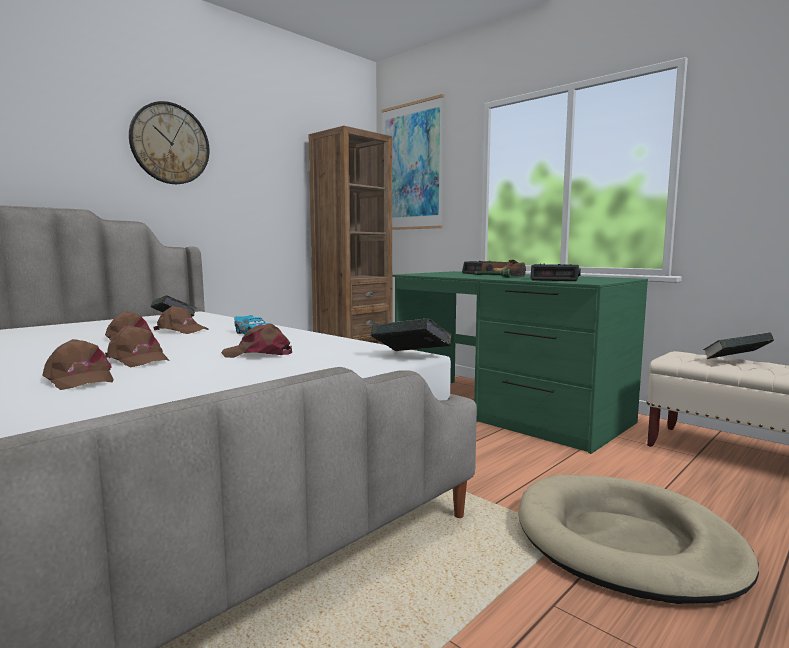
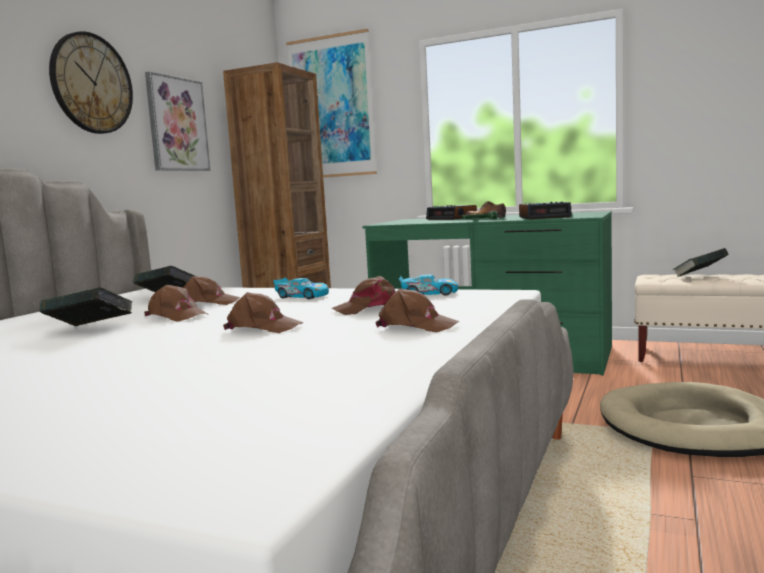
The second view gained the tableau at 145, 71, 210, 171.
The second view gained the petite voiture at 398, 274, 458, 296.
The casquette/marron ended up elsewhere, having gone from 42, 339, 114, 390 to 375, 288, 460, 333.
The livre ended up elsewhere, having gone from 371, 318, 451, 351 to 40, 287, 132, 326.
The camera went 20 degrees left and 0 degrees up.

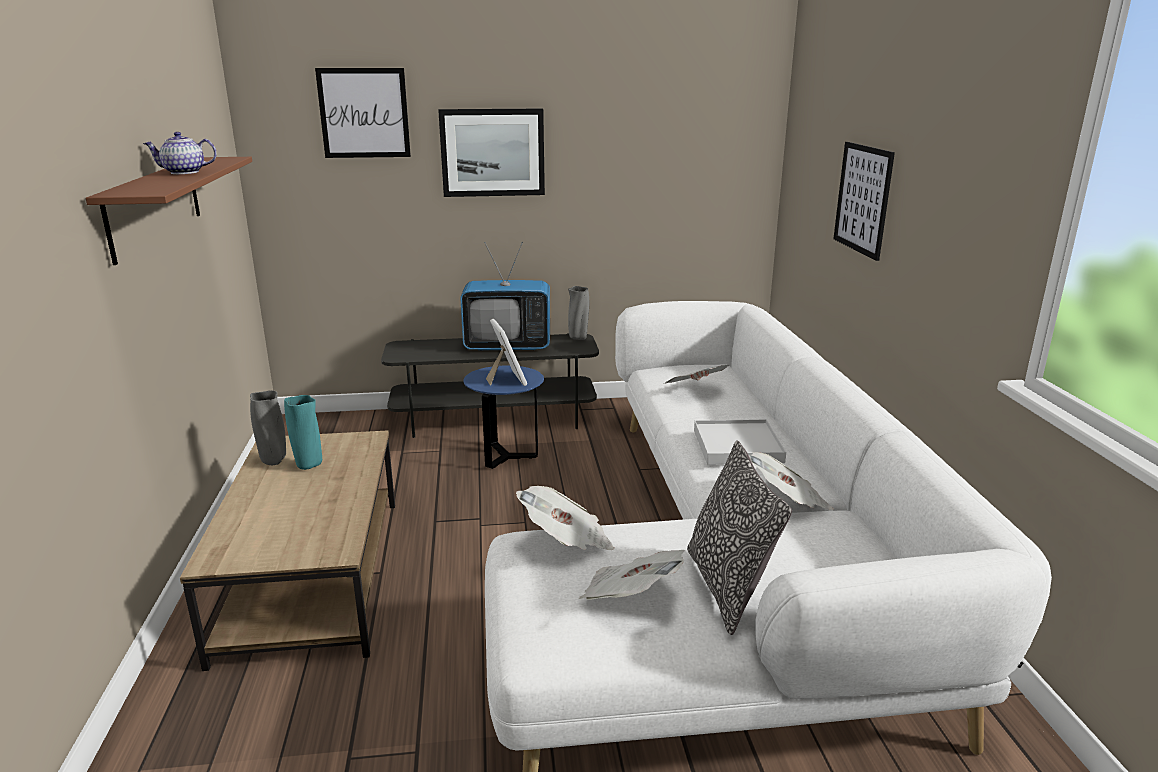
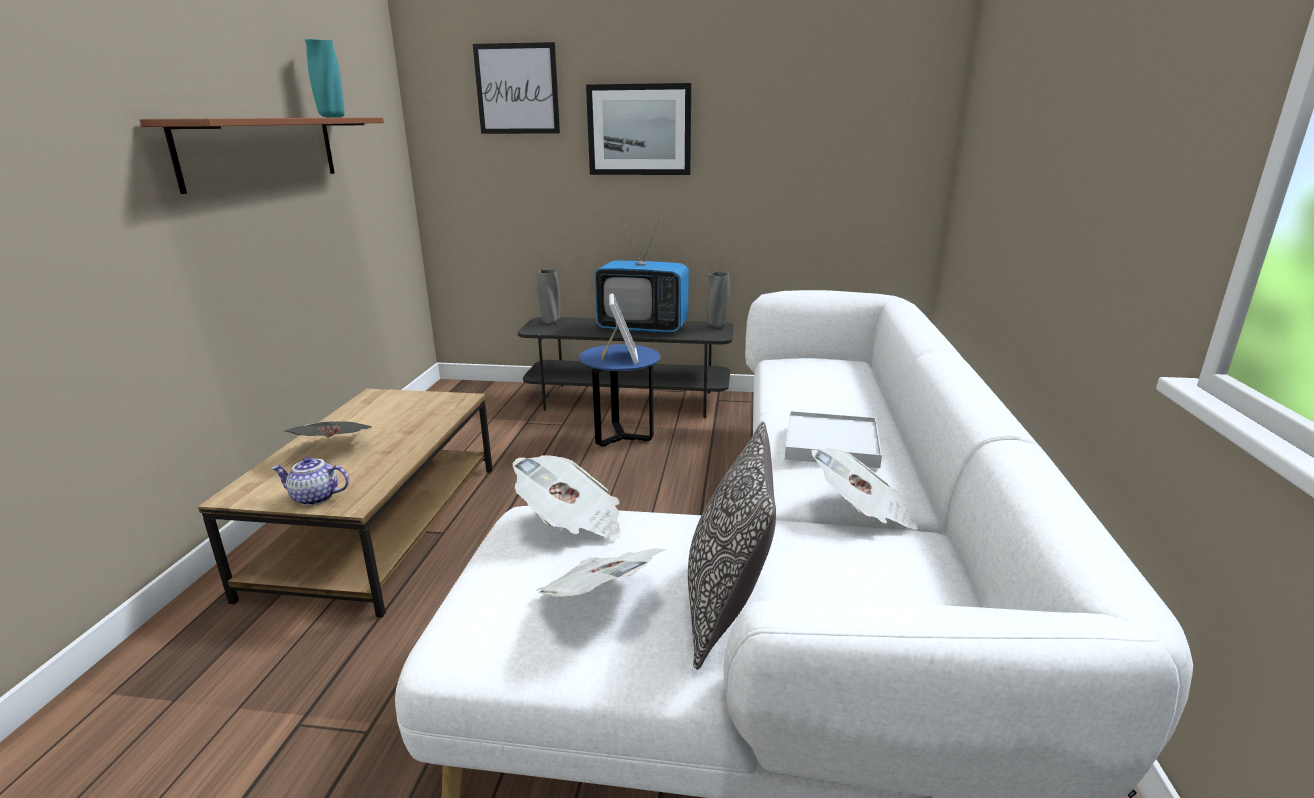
The second view lost the tableau at 833, 142, 895, 261.
The théière ended up elsewhere, having gone from 143, 132, 217, 174 to 272, 457, 349, 506.
The vase/gris ended up elsewhere, having gone from 250, 390, 286, 465 to 538, 269, 560, 324.
The vase/turquoise ended up elsewhere, having gone from 284, 395, 322, 470 to 305, 39, 345, 117.
The journal ended up elsewhere, having gone from 663, 365, 730, 384 to 282, 422, 372, 437.
The camera went 15 degrees right and 0 degrees up.

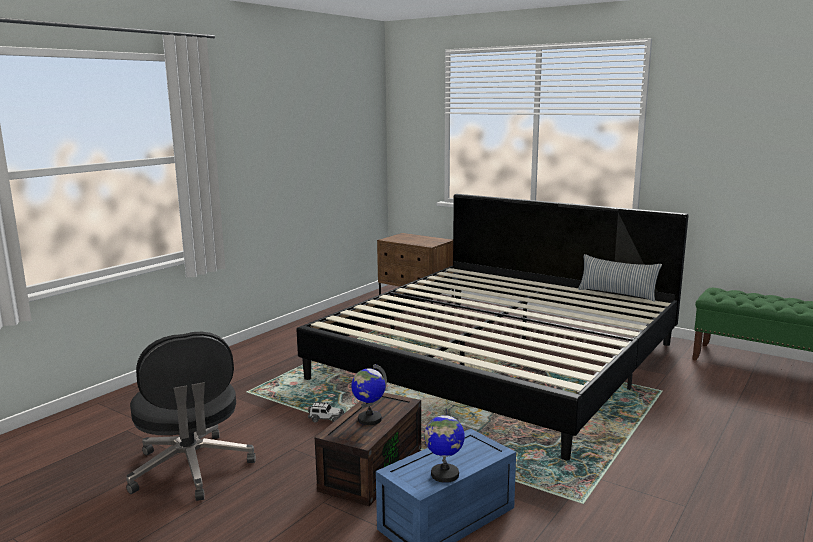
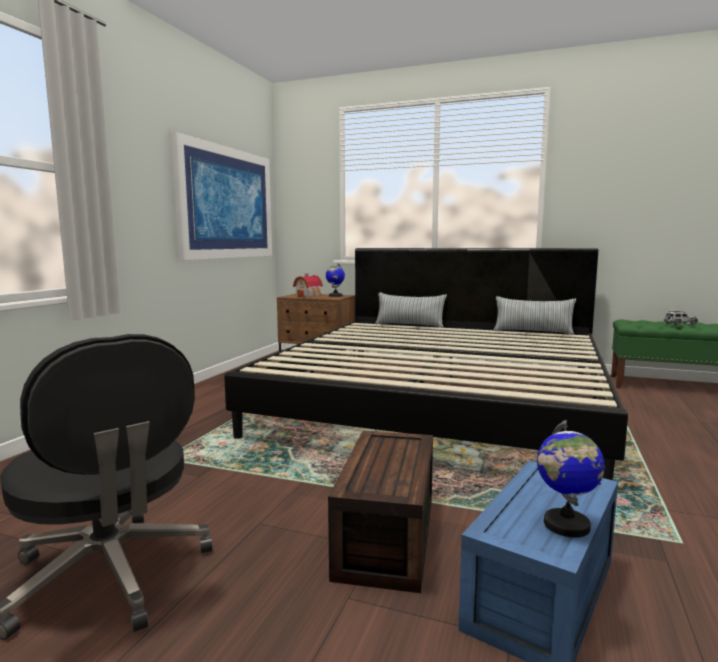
The second view gained the tableau at 171, 132, 272, 260.
The second view gained the maison miniature at 293, 274, 323, 297.
The second view gained the coussin at 375, 292, 447, 328.
The petite voiture ended up elsewhere, having gone from 308, 402, 344, 423 to 664, 311, 698, 326.
The globe ended up elsewhere, having gone from 351, 364, 387, 425 to 326, 263, 345, 297.
The camera went 15 degrees left and 5 degrees down.

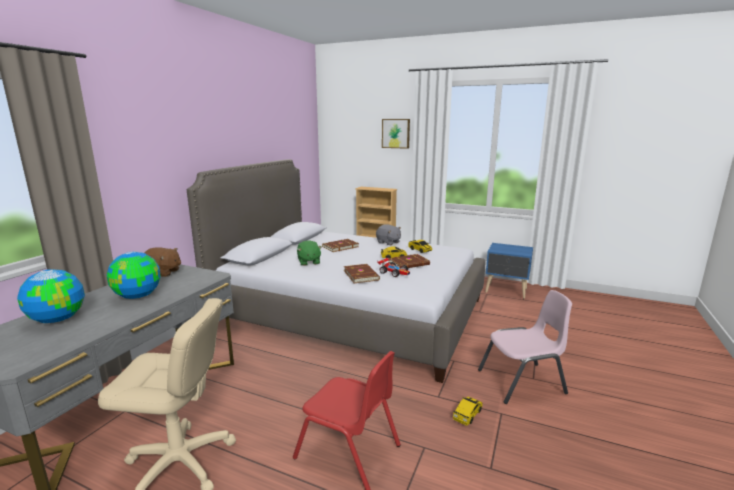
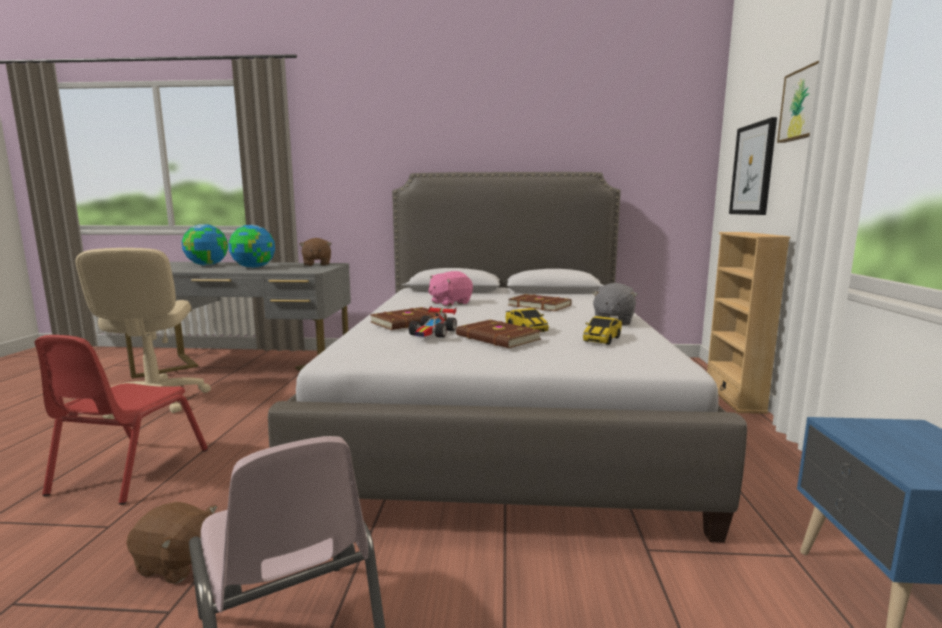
The second view gained the tableau at 729, 117, 777, 215.
Where the petite voiture stood at 453, 397, 483, 426, the peluche/marron came to stand at 126, 502, 217, 584.
What was the peluche/vert at 297, 240, 322, 266 turned into the peluche/rose at 428, 271, 473, 306.
The camera went 70 degrees right and 5 degrees down.

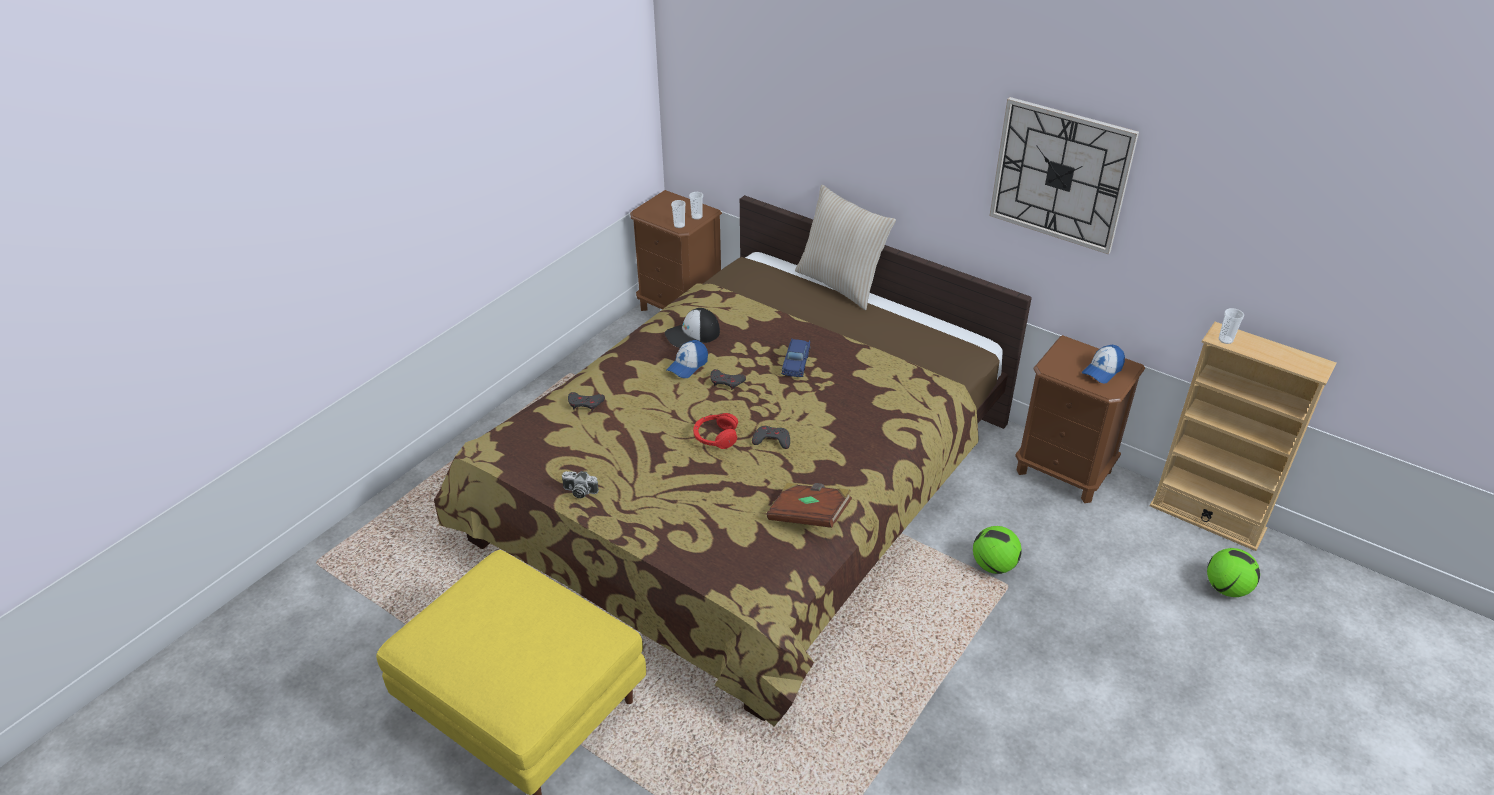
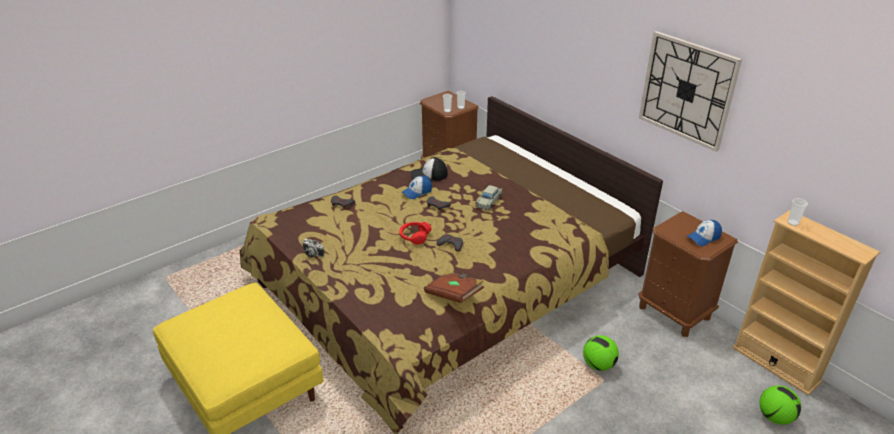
The second view lost the coussin/beige at 795, 185, 896, 310.
What was the petite voiture/bleu at 781, 338, 810, 378 turned into the petite voiture/beige at 475, 185, 502, 210.
The camera went 15 degrees right and 5 degrees down.

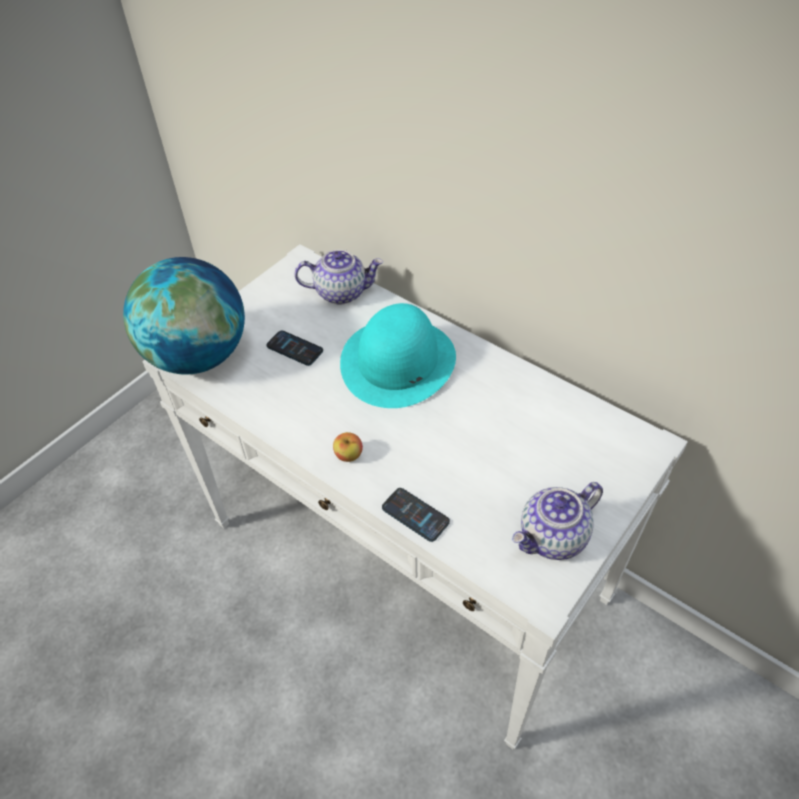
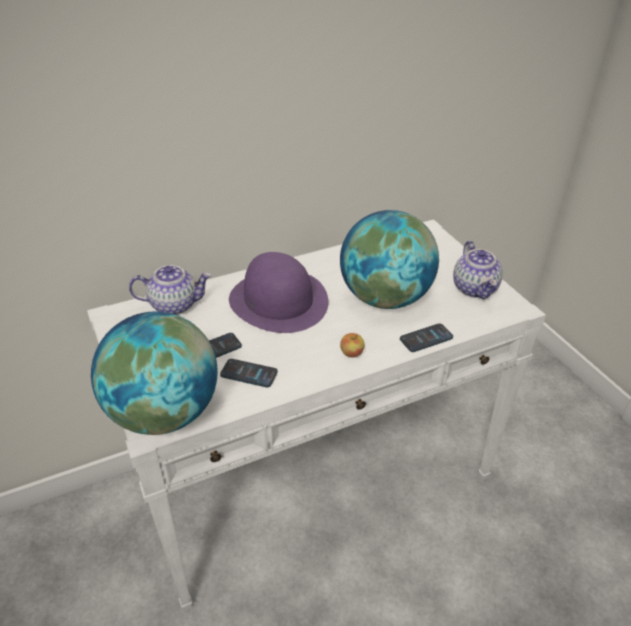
The second view gained the téléphone at 220, 359, 278, 387.
The second view gained the globe at 340, 210, 439, 309.
What was the chapeau/turquoise at 340, 303, 456, 408 turned into the chapeau/violet at 229, 252, 329, 333.
The théière at 295, 249, 383, 305 ended up facing another way, 60 degrees clockwise from before.
The camera went 65 degrees left and 10 degrees down.

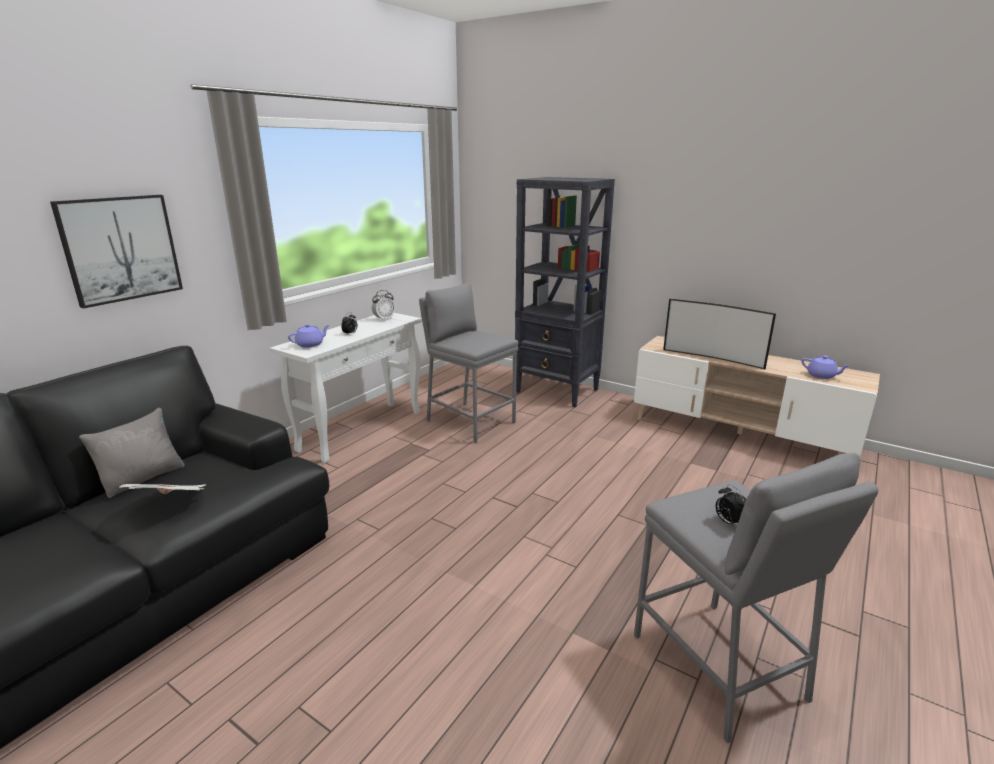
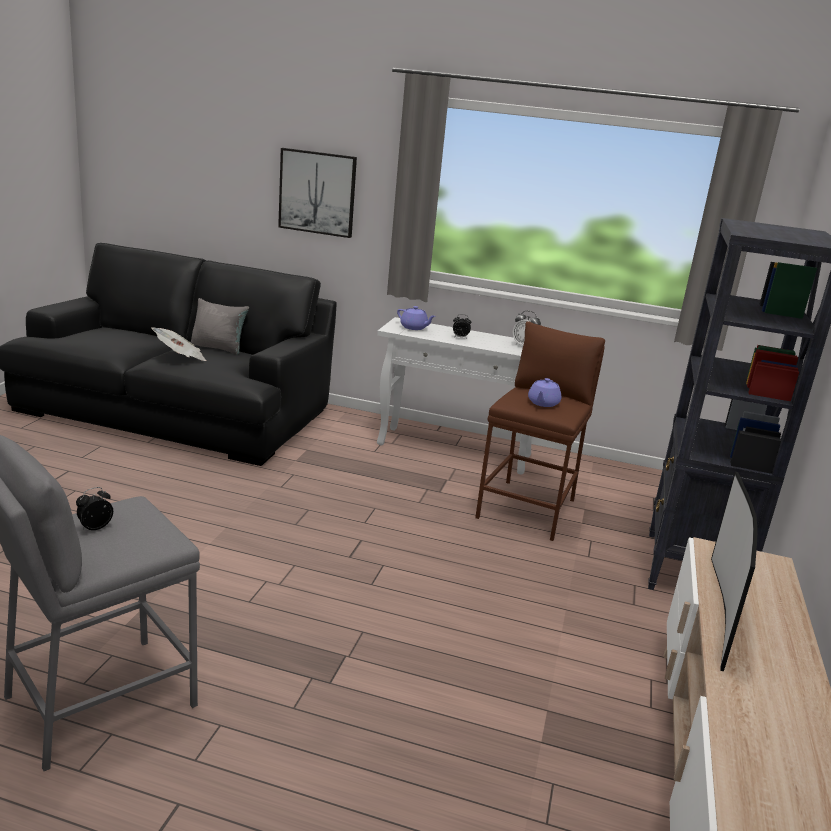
The théière/violet ended up elsewhere, having gone from 802, 355, 851, 379 to 528, 378, 561, 407.
What was the tabouret/gris at 419, 282, 519, 443 turned into the tabouret/marron at 475, 321, 605, 541.
The camera went 70 degrees right and 0 degrees up.

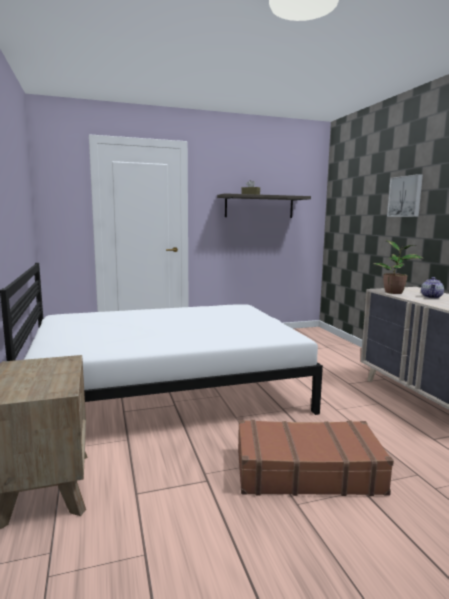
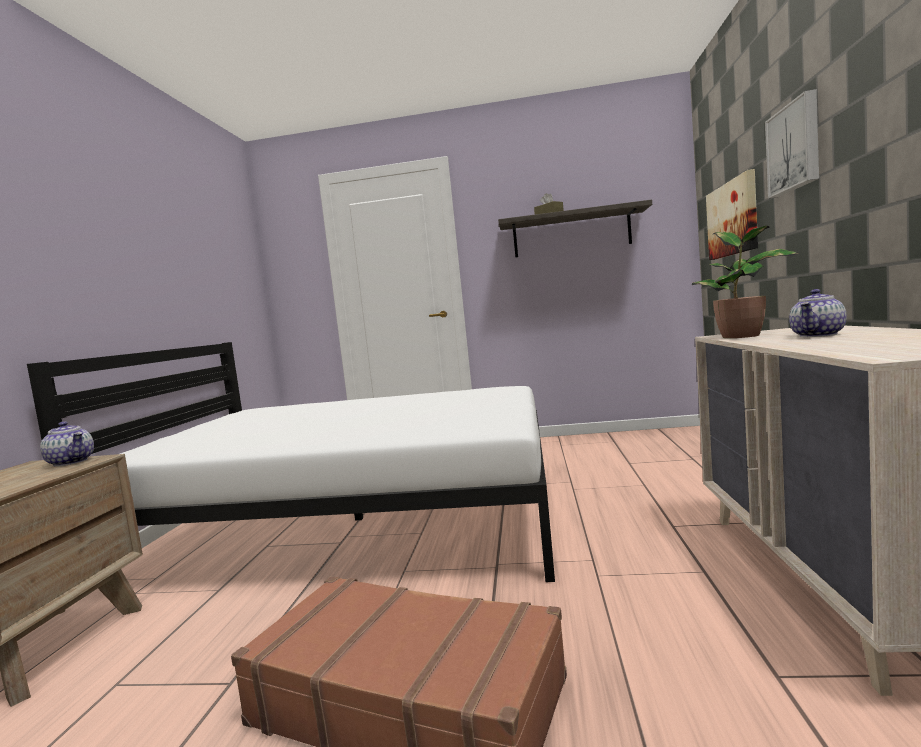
The second view gained the théière at 40, 421, 94, 467.
The second view gained the tableau at 706, 169, 758, 260.
The camera went 25 degrees right and 5 degrees down.

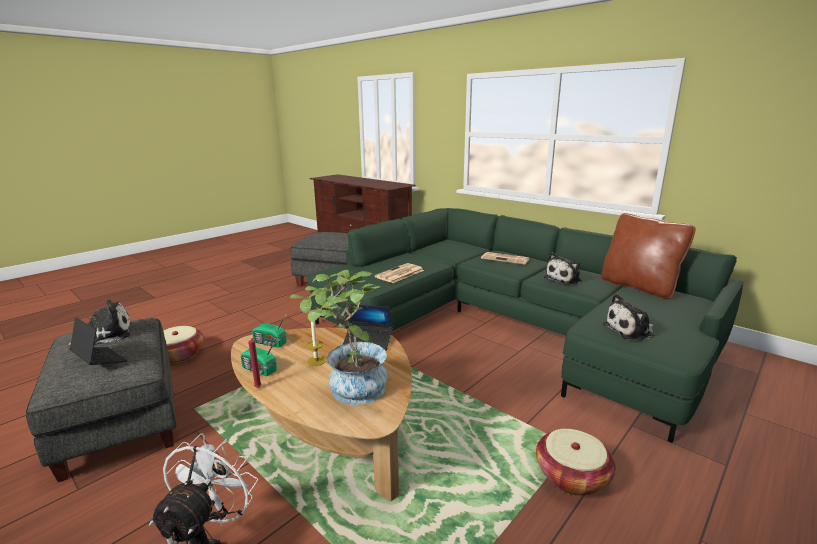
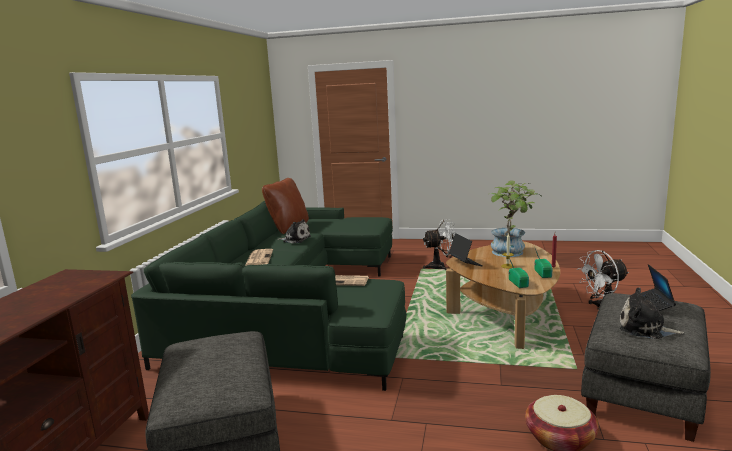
The second view lost the peluche at 603, 294, 654, 341.
Where the panier stood at 536, 429, 615, 496, the ventilateur/blanc came to stand at 423, 219, 456, 270.
The camera went 120 degrees left and 5 degrees down.

